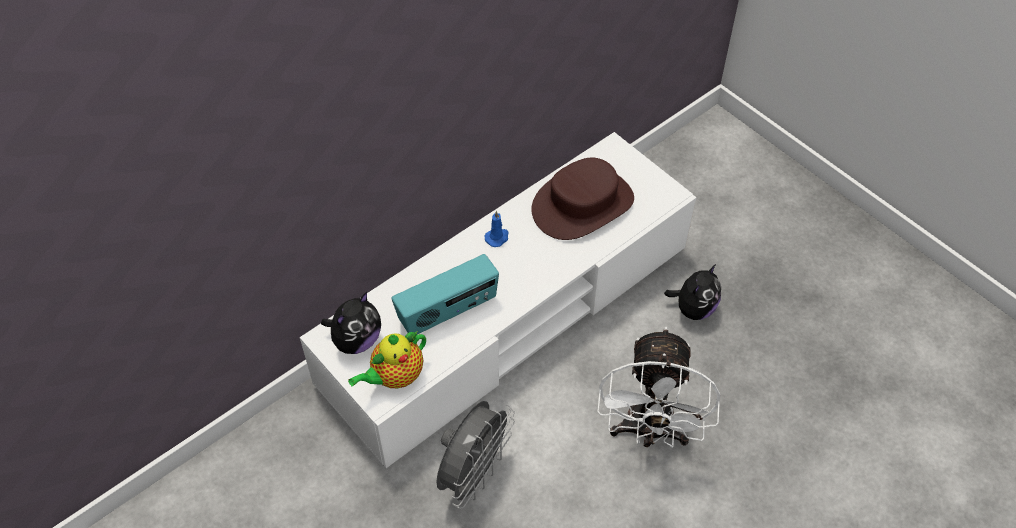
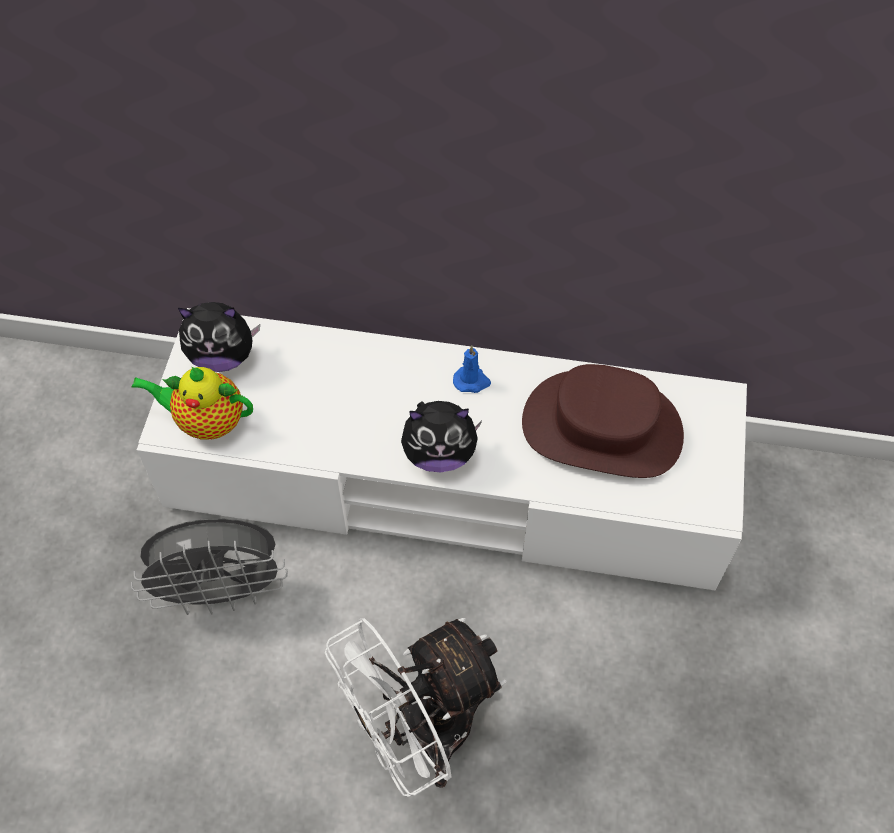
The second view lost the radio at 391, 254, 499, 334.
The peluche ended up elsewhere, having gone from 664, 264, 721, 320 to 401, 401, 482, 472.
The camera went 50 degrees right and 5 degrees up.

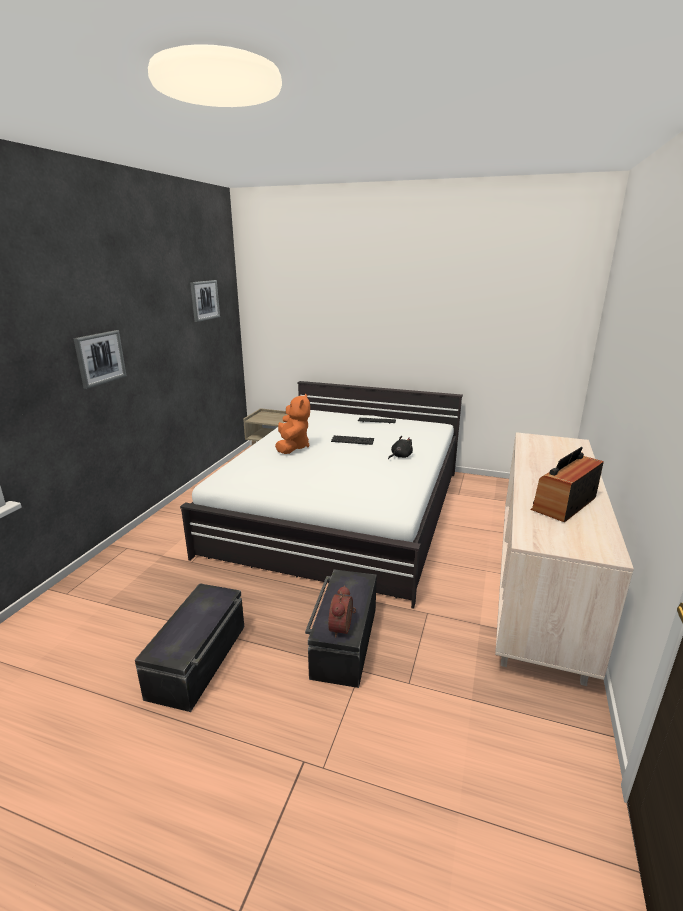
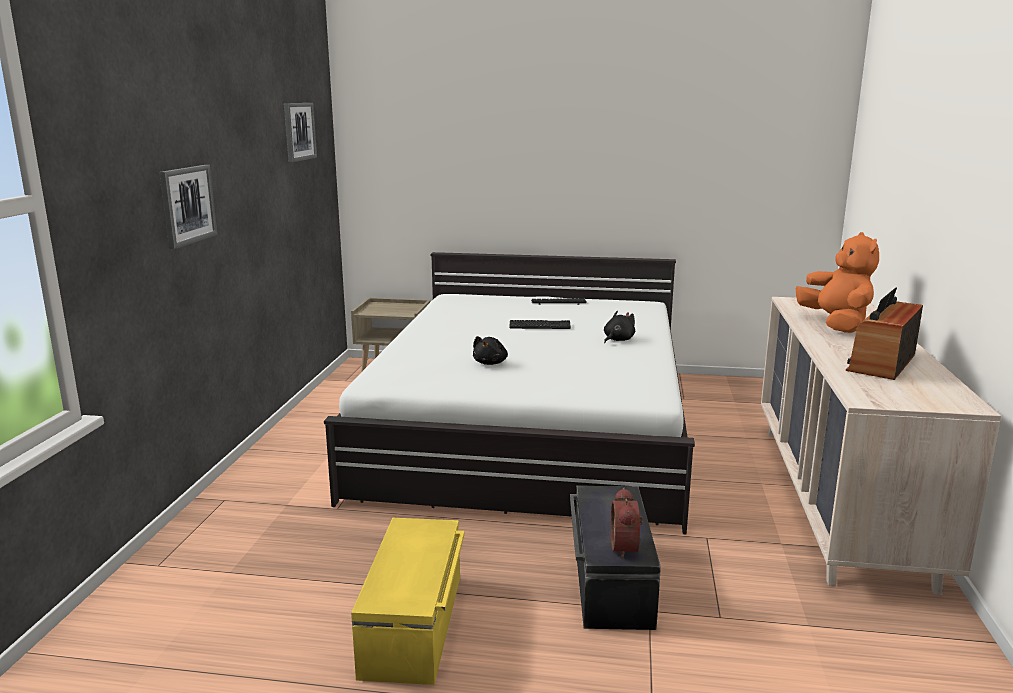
The second view gained the peluche/noir at 473, 336, 508, 365.
The peluche/orange ended up elsewhere, having gone from 275, 394, 310, 454 to 796, 232, 879, 333.
What was the boîte de rangement/noir at 135, 583, 244, 712 turned into the boîte de rangement/jaune at 351, 518, 464, 685.
The camera went 10 degrees left and 5 degrees down.

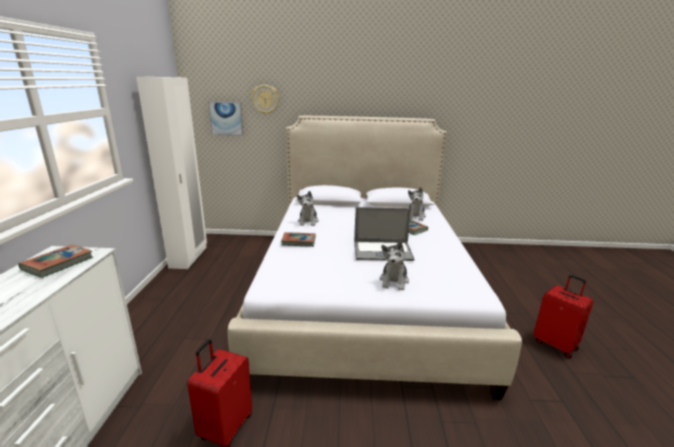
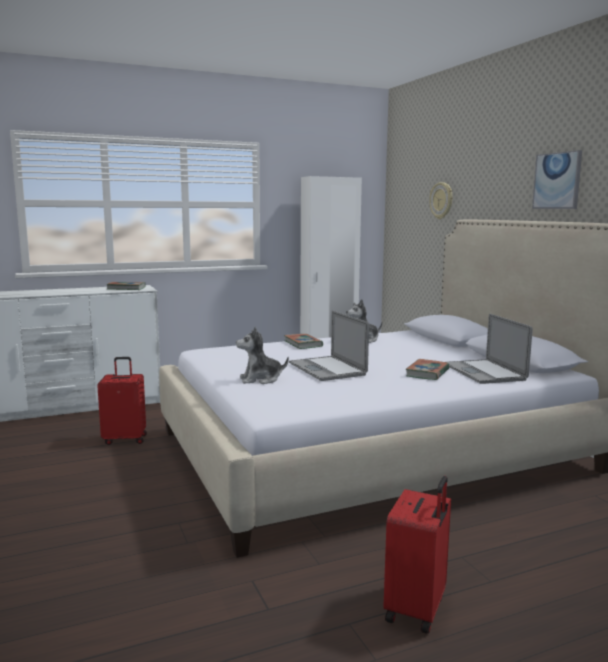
The tableau ended up elsewhere, having gone from 208, 102, 244, 136 to 532, 150, 582, 209.
Where the peluche stood at 408, 187, 426, 221, the ordinateur portable came to stand at 447, 313, 533, 384.
The camera went 65 degrees right and 10 degrees down.

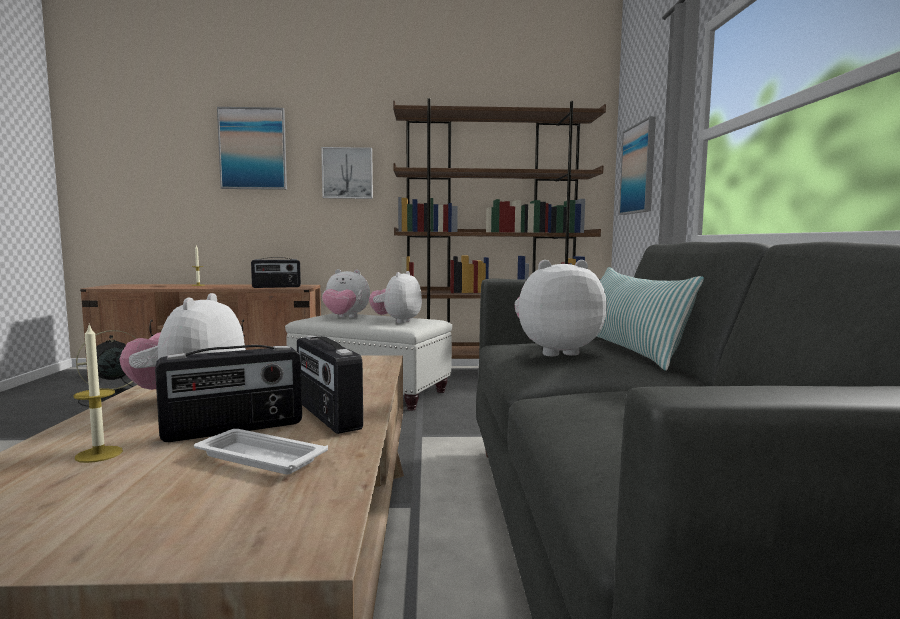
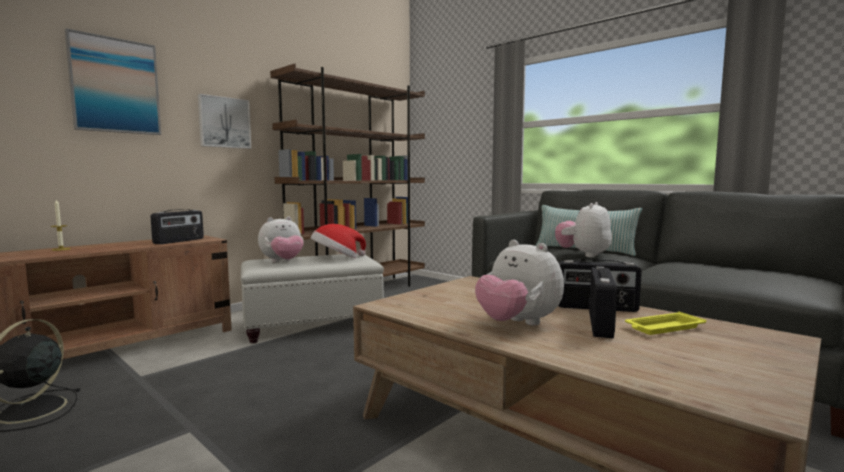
The second view lost the bougie at 73, 324, 123, 463.
The second view lost the tableau at 619, 116, 656, 215.
Where the peluche stood at 369, 271, 422, 323, the chapeau came to stand at 311, 224, 366, 258.
What was the plateau/blanc at 194, 429, 328, 474 turned into the plateau/jaune at 625, 312, 706, 335.
The camera went 45 degrees left and 0 degrees up.

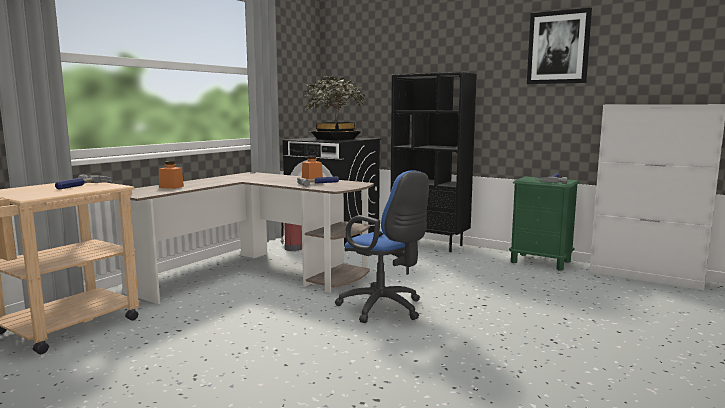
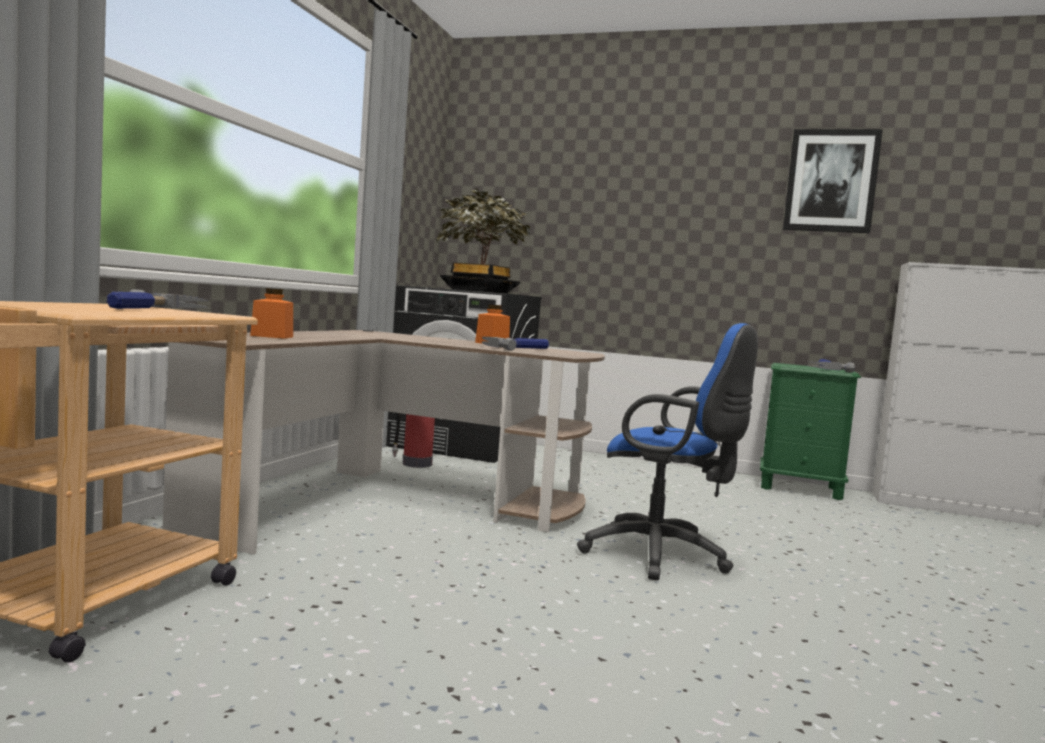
The second view lost the bibliothèque/noir at 391, 72, 477, 252.
The camera went 15 degrees left and 5 degrees down.

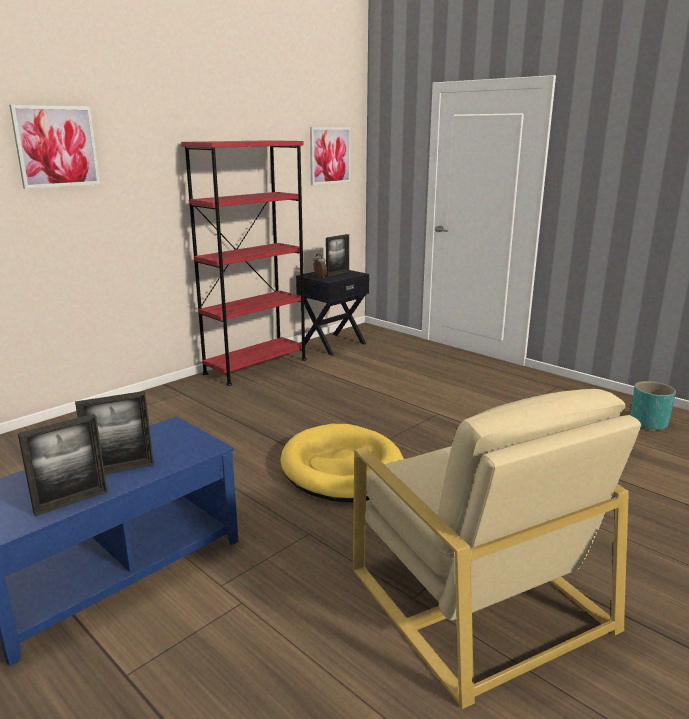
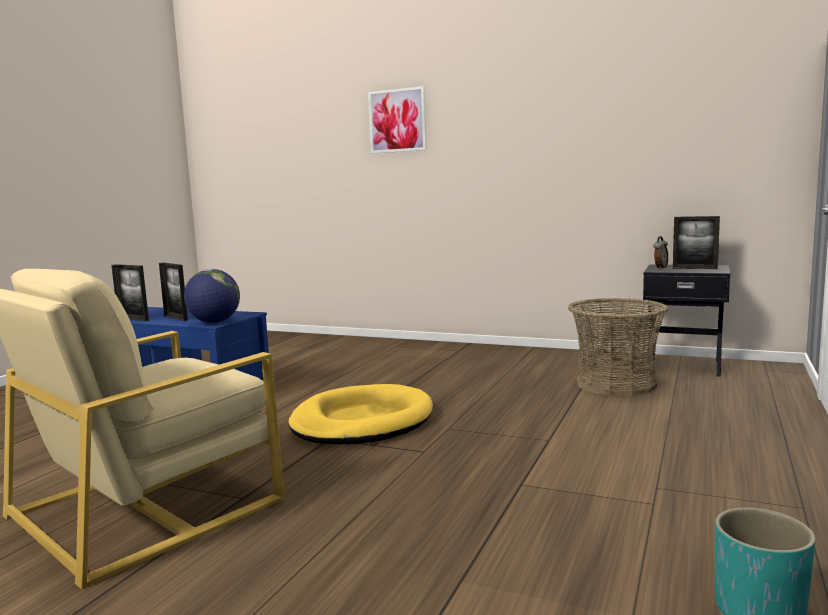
The second view lost the bibliothèque/rouge at 181, 140, 306, 386.
The second view lost the tableau at 310, 127, 351, 185.
The second view gained the globe at 184, 269, 240, 323.
The second view gained the panier at 568, 298, 668, 396.
The camera went 70 degrees right and 10 degrees down.

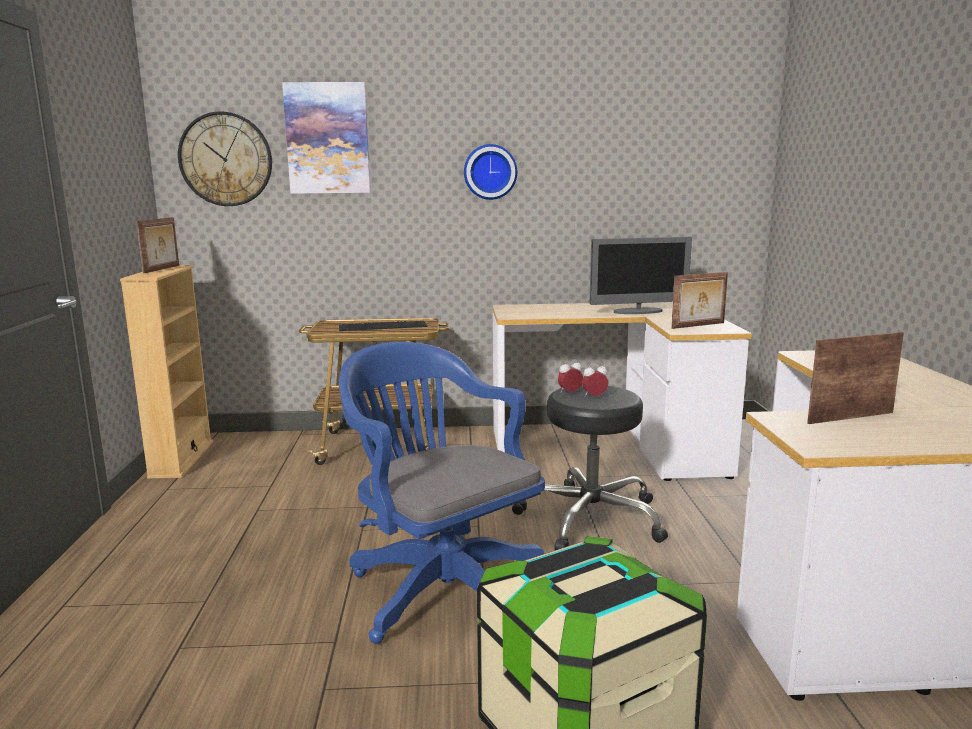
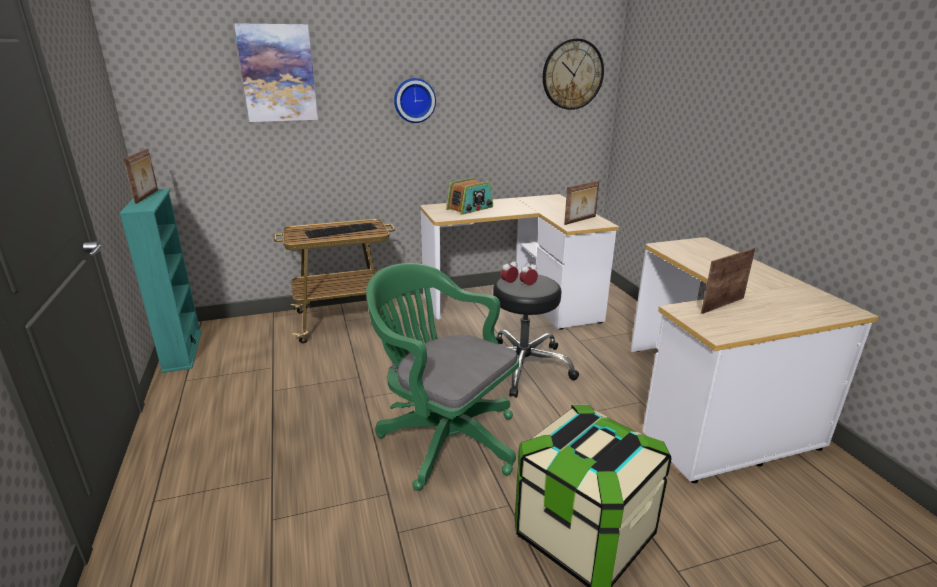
The second view lost the écran d'ordinateur at 590, 237, 692, 314.
The second view gained the radio at 446, 178, 493, 215.
The horloge murale ended up elsewhere, having gone from 178, 111, 272, 206 to 543, 39, 604, 110.
What was the bibliothèque/beige at 120, 265, 213, 479 turned into the bibliothèque/turquoise at 119, 189, 202, 373.
What was the chaise de bureau/bleu at 339, 342, 545, 644 turned into the chaise de bureau/vert at 366, 263, 519, 491.
The camera went 15 degrees left and 10 degrees up.

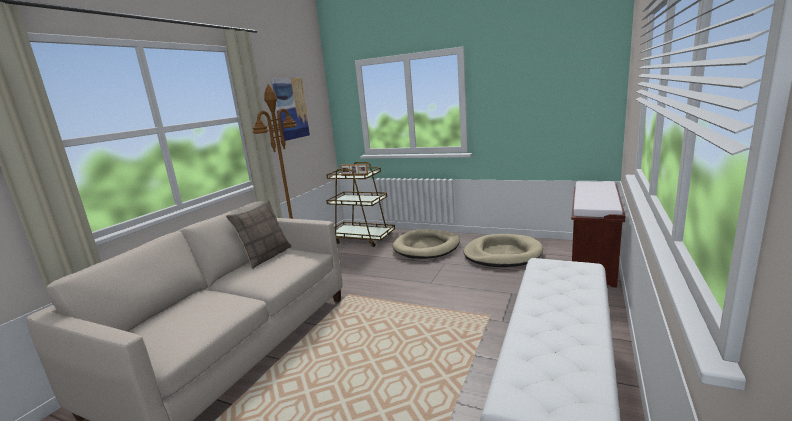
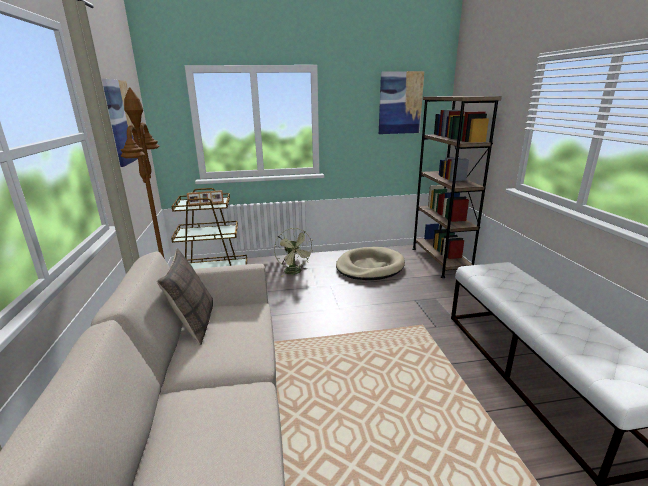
The second view gained the tableau at 379, 71, 424, 134.
Where the panier pour chien/beige stood at 392, 229, 460, 259, the ventilateur/vert came to stand at 274, 228, 312, 277.
Where the banc/marron stood at 571, 181, 626, 288, the bibliothèque/marron came to stand at 412, 96, 502, 278.
The camera went 35 degrees left and 5 degrees up.

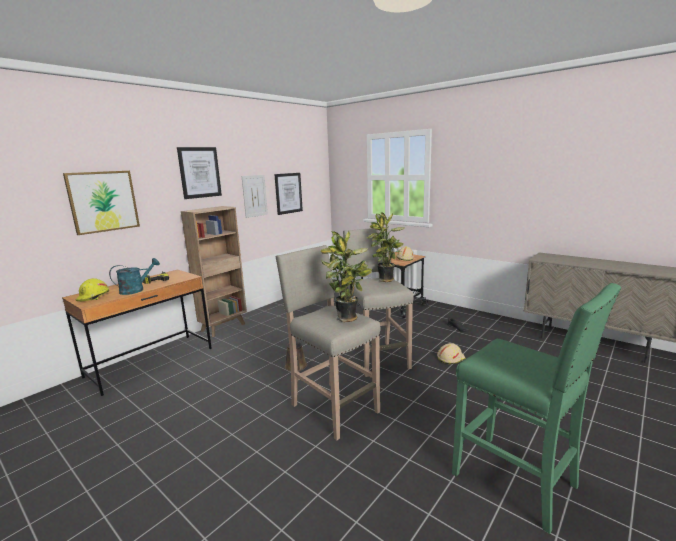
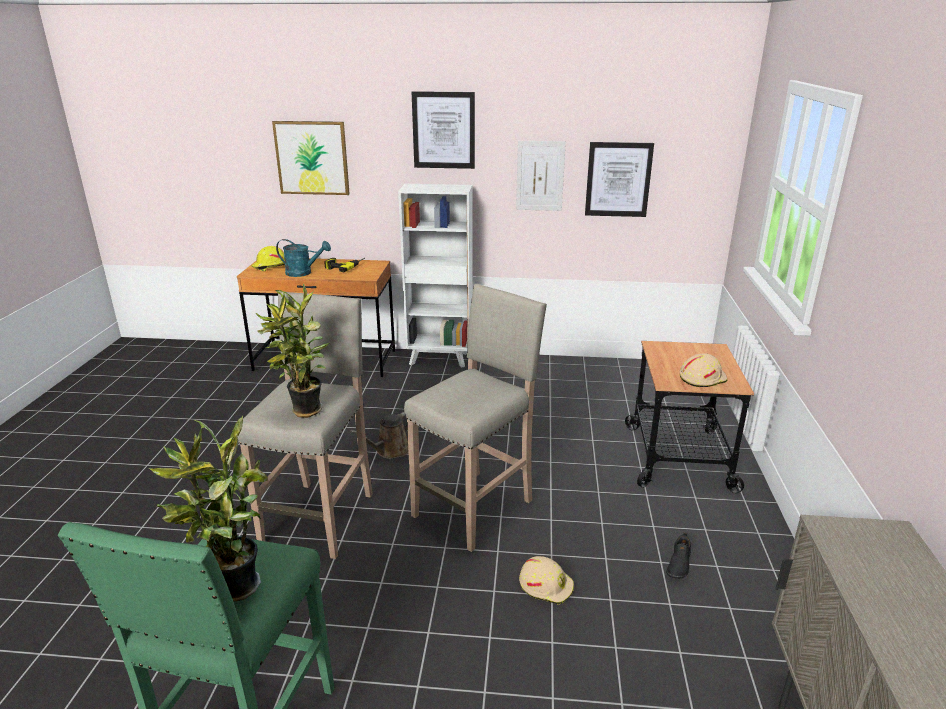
The plante en pot ended up elsewhere, having gone from 367, 213, 405, 282 to 149, 415, 268, 601.
What was the bibliothèque/marron at 181, 206, 247, 337 turned into the bibliothèque/blanc at 398, 184, 472, 368.
The camera went 55 degrees right and 10 degrees up.

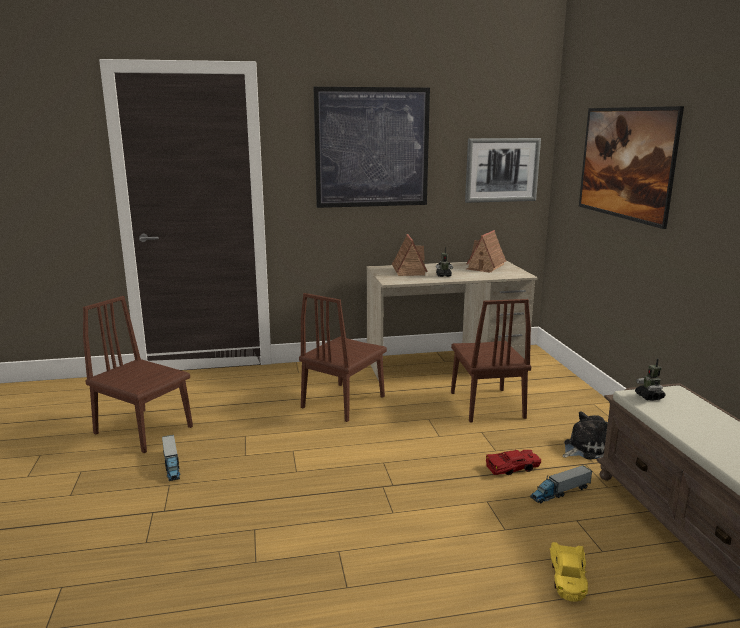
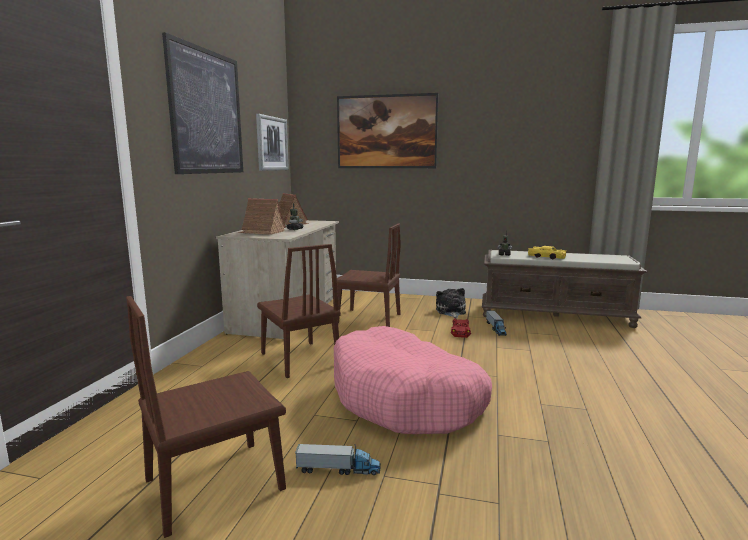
The second view gained the panier pour chien/rose at 334, 326, 492, 434.
The petite voiture/jaune ended up elsewhere, having gone from 549, 542, 588, 602 to 528, 246, 566, 259.
The camera went 65 degrees left and 5 degrees down.

